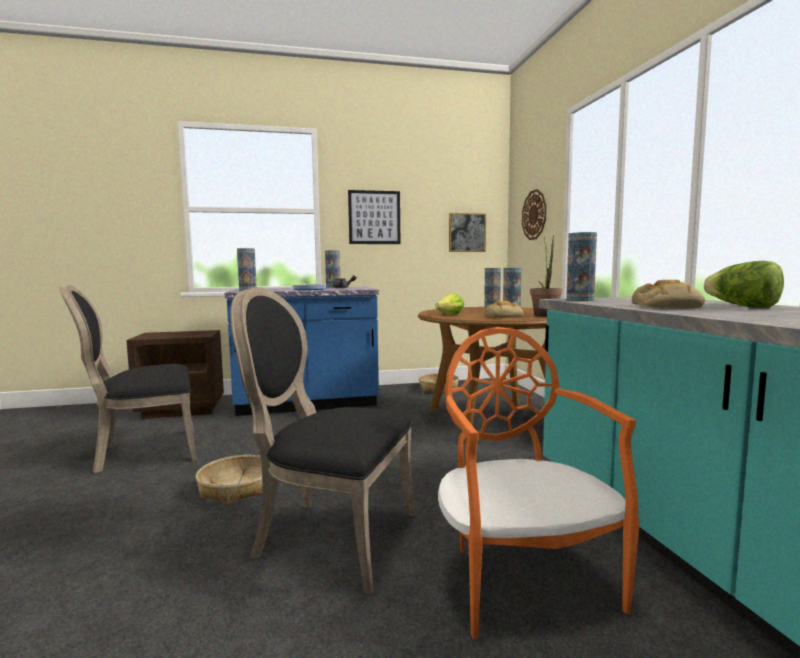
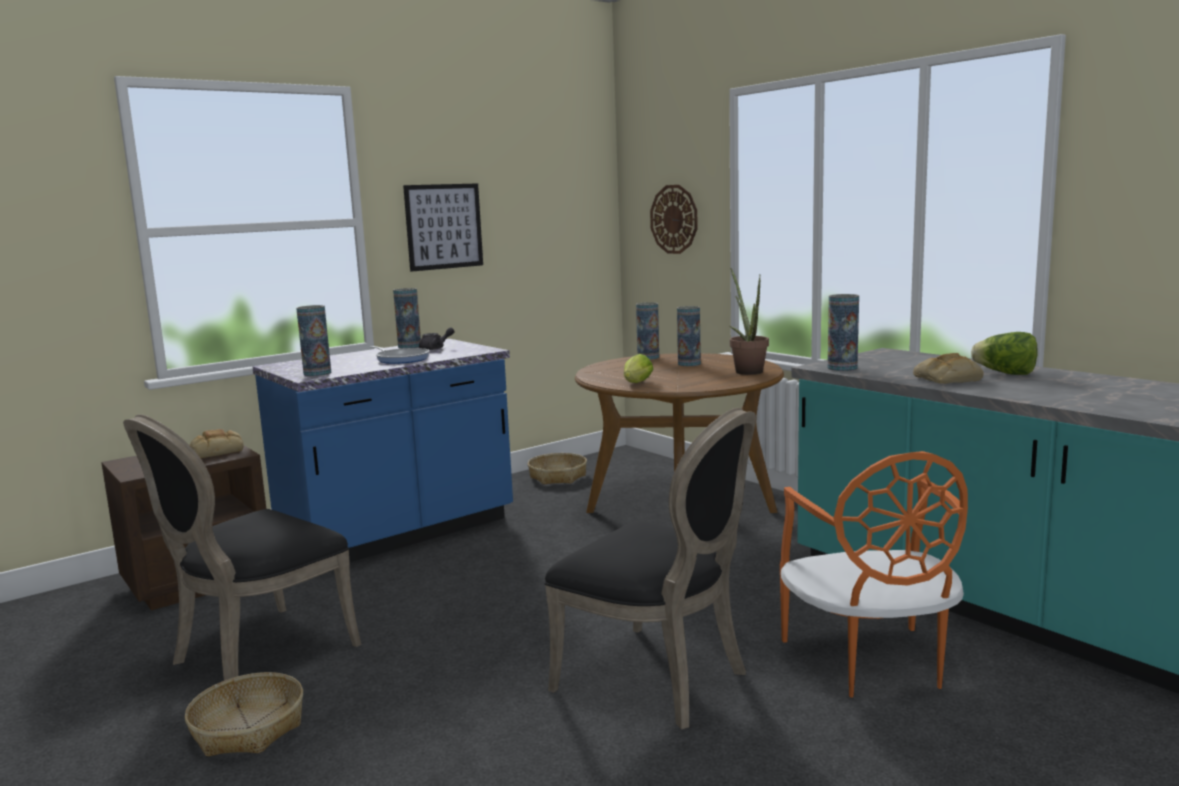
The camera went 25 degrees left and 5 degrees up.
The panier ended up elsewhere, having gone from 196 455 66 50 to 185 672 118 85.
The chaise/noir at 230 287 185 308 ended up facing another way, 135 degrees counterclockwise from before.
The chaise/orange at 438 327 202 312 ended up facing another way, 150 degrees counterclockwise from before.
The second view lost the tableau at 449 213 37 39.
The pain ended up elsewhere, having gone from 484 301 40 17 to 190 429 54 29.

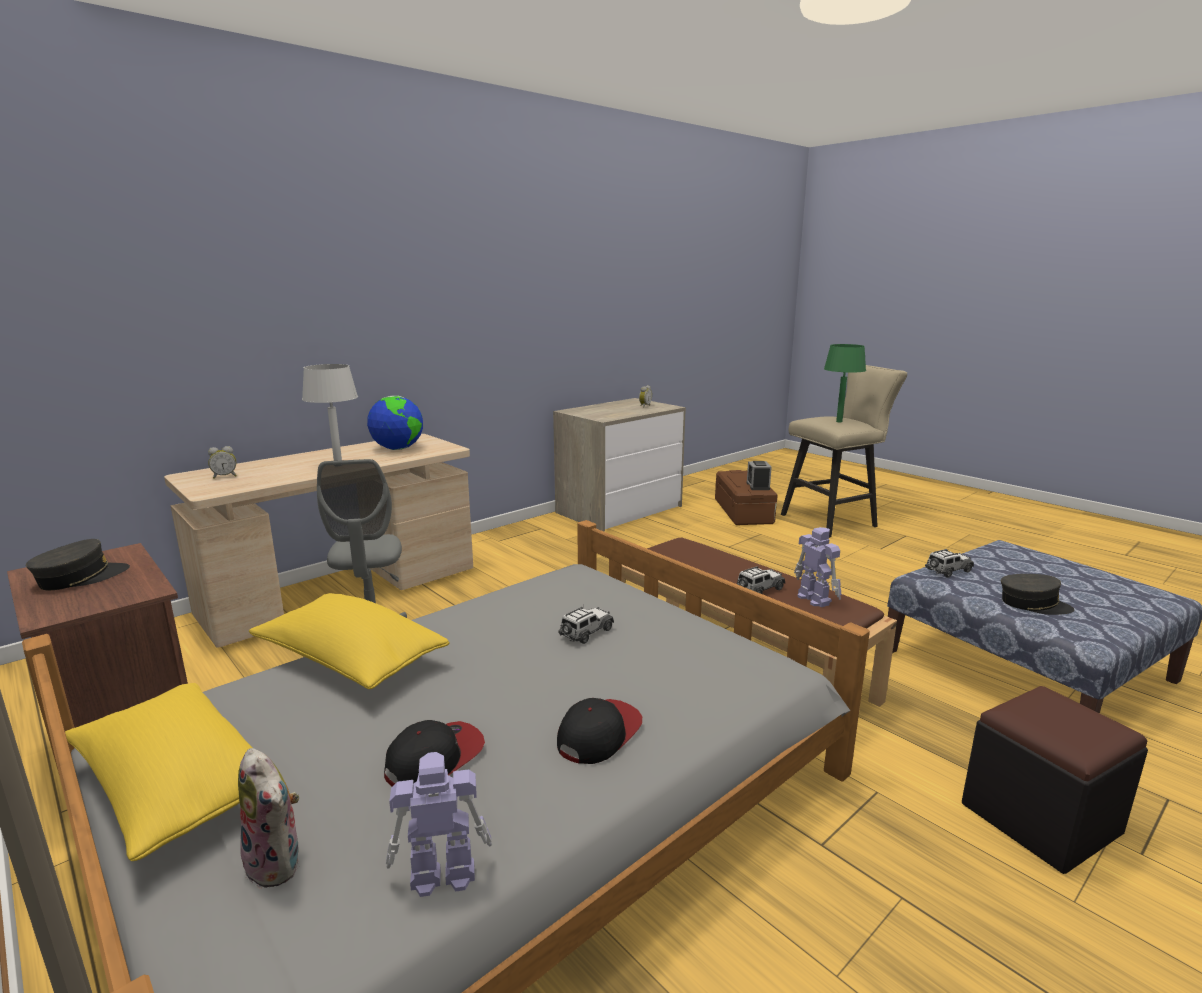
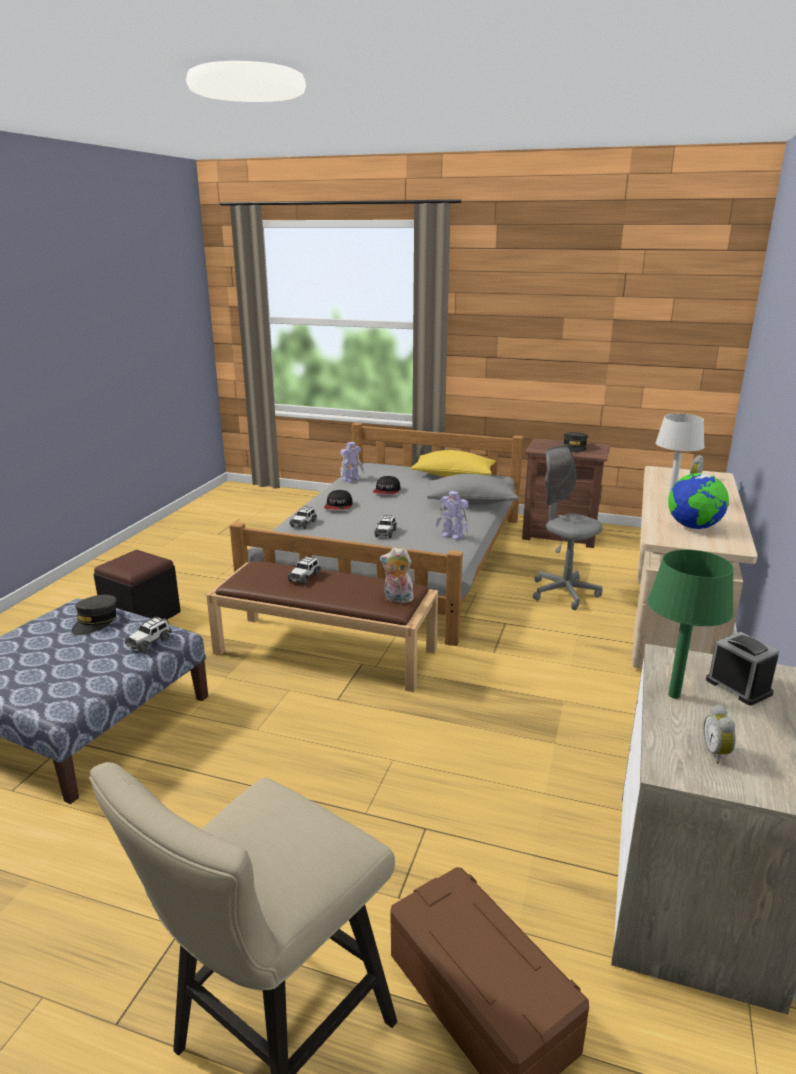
The camera went 150 degrees right and 5 degrees up.
The peluche ended up elsewhere, having gone from 238 748 61 141 to 380 547 34 56.
What was the coussin/jaune at 249 593 201 96 turned into the coussin/gris at 427 474 91 31.
The réveil ended up elsewhere, having gone from 746 461 26 29 to 706 632 73 73.
The robot jouet ended up elsewhere, having gone from 794 527 47 80 to 435 491 34 49.
The lampe de table/vert ended up elsewhere, having gone from 824 344 42 79 to 648 549 86 150.
The casquette/gris at 1001 574 74 41 ended up facing another way, 60 degrees counterclockwise from before.
The second view gained the petite voiture at 290 506 27 23.

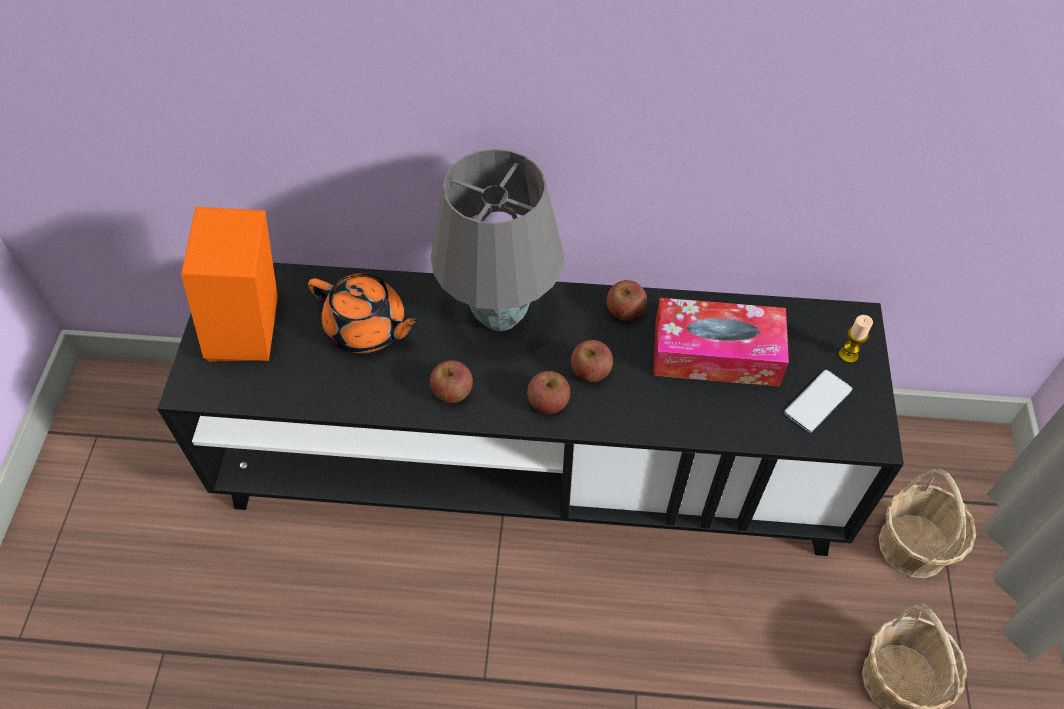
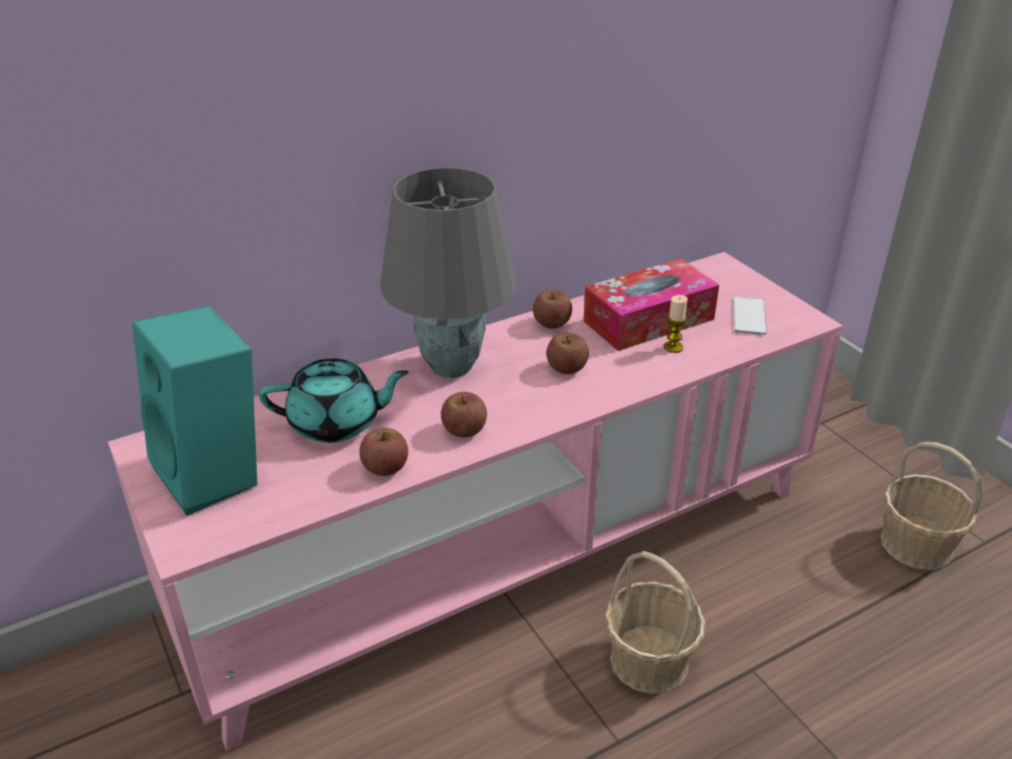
The camera went 35 degrees left and 20 degrees down.
What was the meuble télé/noir at 157 263 747 293 turned into the meuble télé/rose at 108 252 735 499.
What was the enceinte/orange at 181 207 97 155 turned into the enceinte/turquoise at 132 306 125 210.
What was the théière/orange at 308 273 113 80 turned into the théière/turquoise at 259 358 150 85.
The pomme ended up elsewhere, having gone from 527 371 43 43 to 360 428 48 48.
The bougie ended up elsewhere, having gone from 839 315 34 48 to 664 295 23 58.
The panier ended up elsewhere, having gone from 879 468 97 110 to 604 551 102 143.

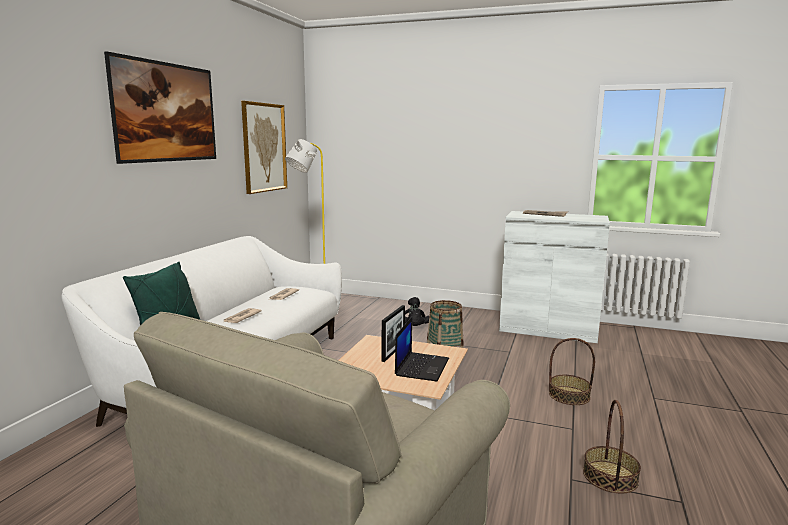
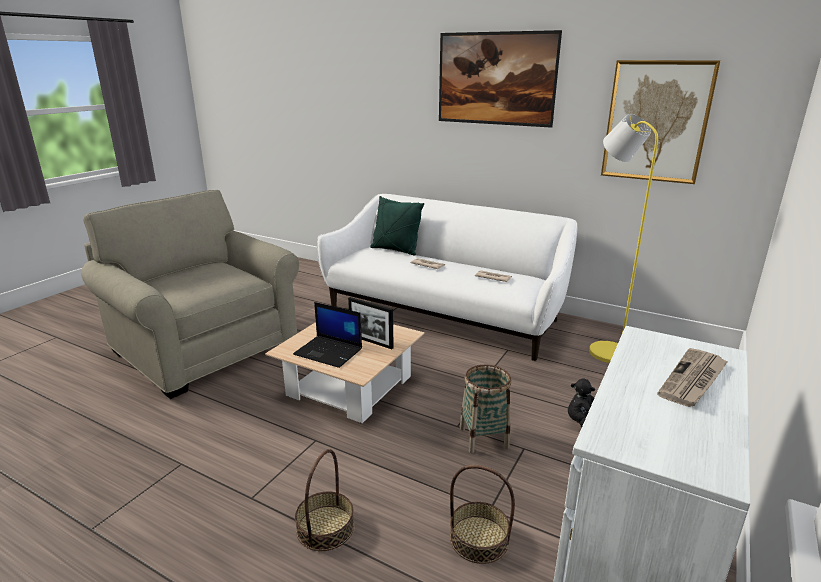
The camera went 100 degrees right and 10 degrees up.
The panier ended up elsewhere, having gone from 583 400 58 94 to 450 465 65 99.

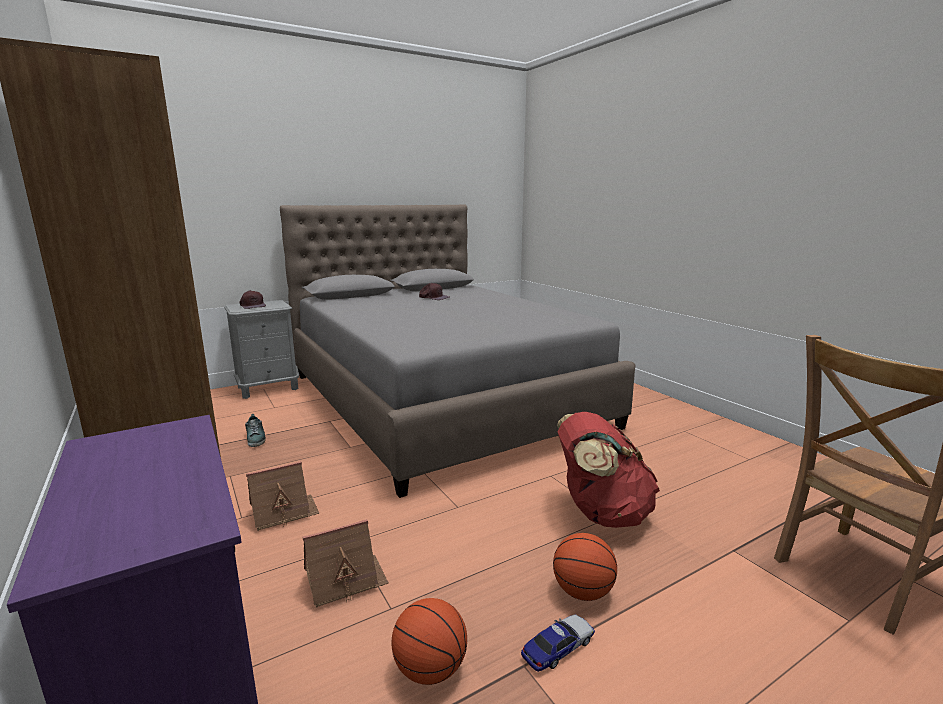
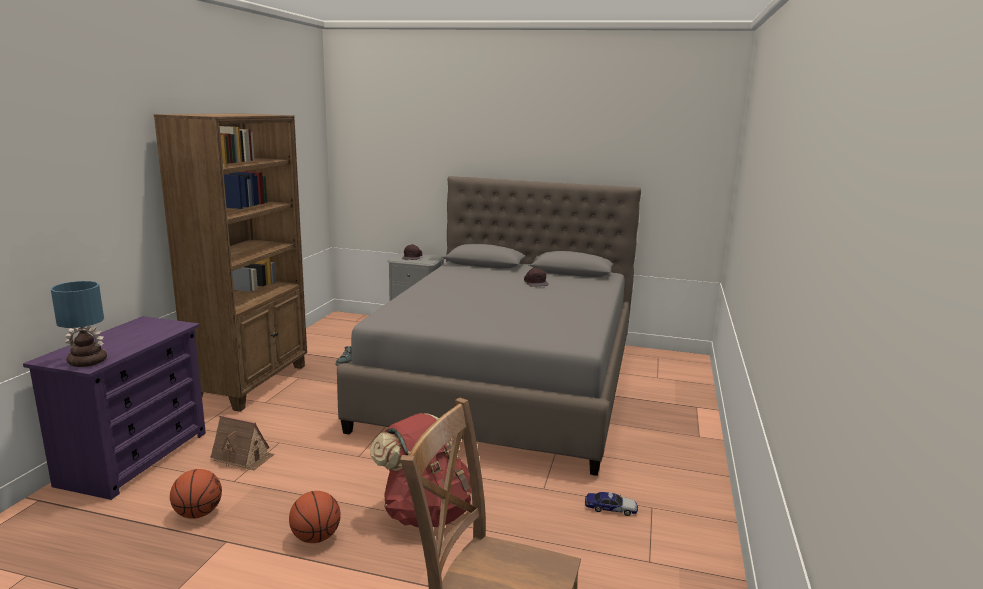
The camera went 45 degrees right and 0 degrees up.
The second view lost the maison miniature at 246 461 73 70.
The petite voiture ended up elsewhere, having gone from 521 615 74 57 to 585 492 53 24.
The second view gained the lampe de table at 50 281 57 86.

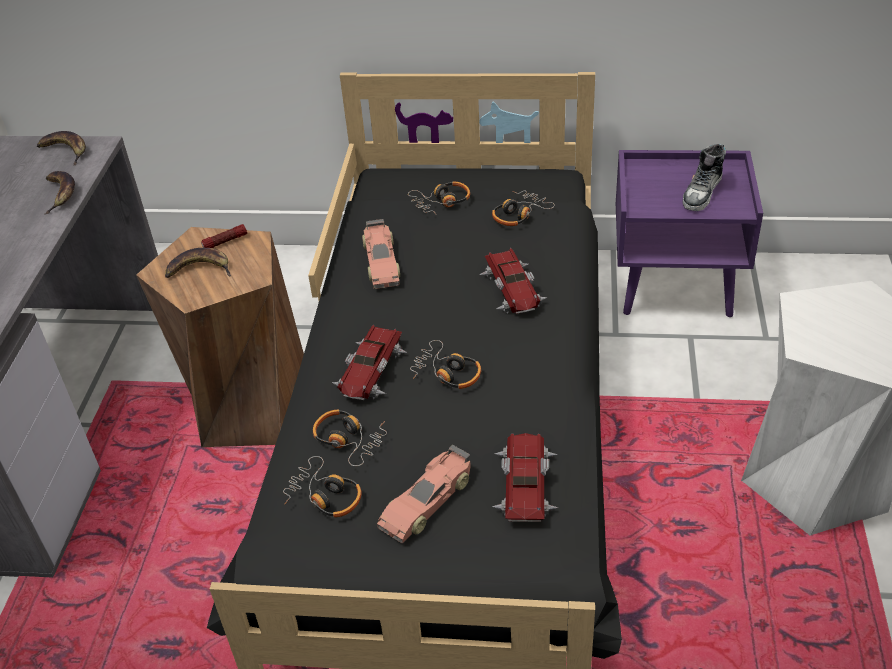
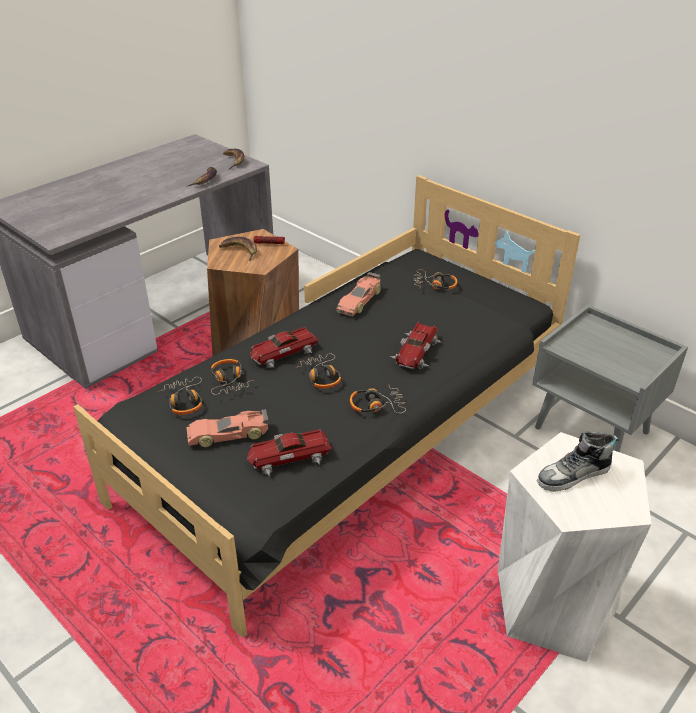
The camera went 35 degrees right and 5 degrees down.
The casque audio ended up elsewhere, having gone from 492 190 63 36 to 350 385 56 28.
The petite voiture at 492 433 66 89 ended up facing another way, 150 degrees counterclockwise from before.
What was the table de chevet/violet at 616 150 147 167 turned into the table de chevet/gris at 532 305 156 147.
The chaussure ended up elsewhere, having gone from 682 144 44 67 to 536 432 83 60.

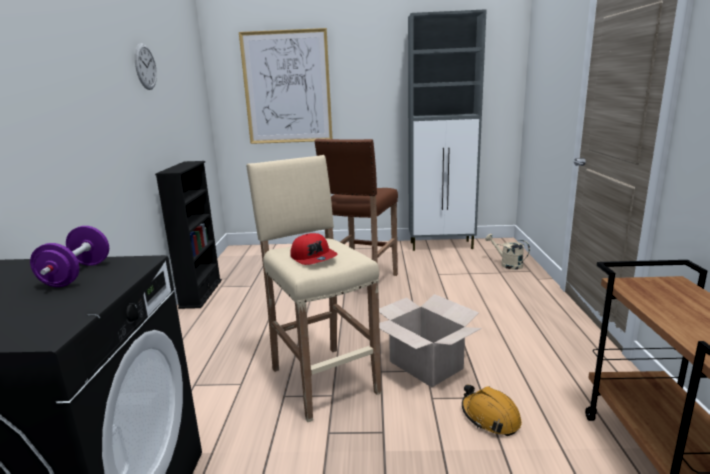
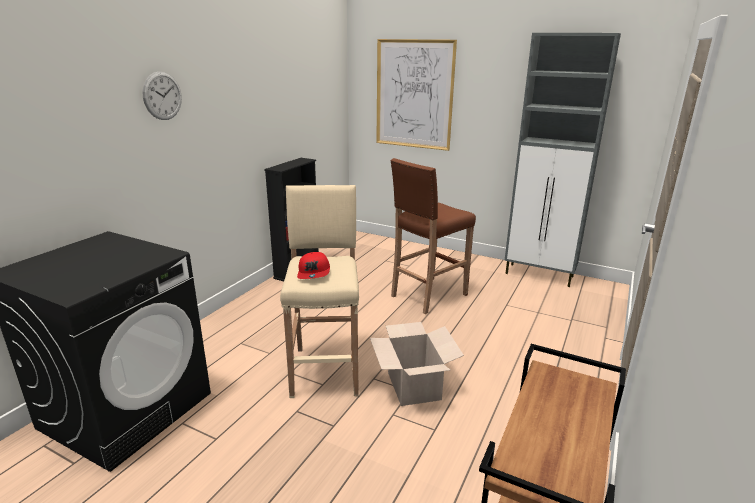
The camera went 25 degrees right and 5 degrees up.
The second view lost the haltère/violet at 30 226 79 61.
The horloge murale ended up elsewhere, having gone from 135 43 22 47 to 143 72 39 48.
The second view lost the casque de chantier/orange at 462 385 60 51.
The second view lost the arrosoir/beige at 485 234 45 36.

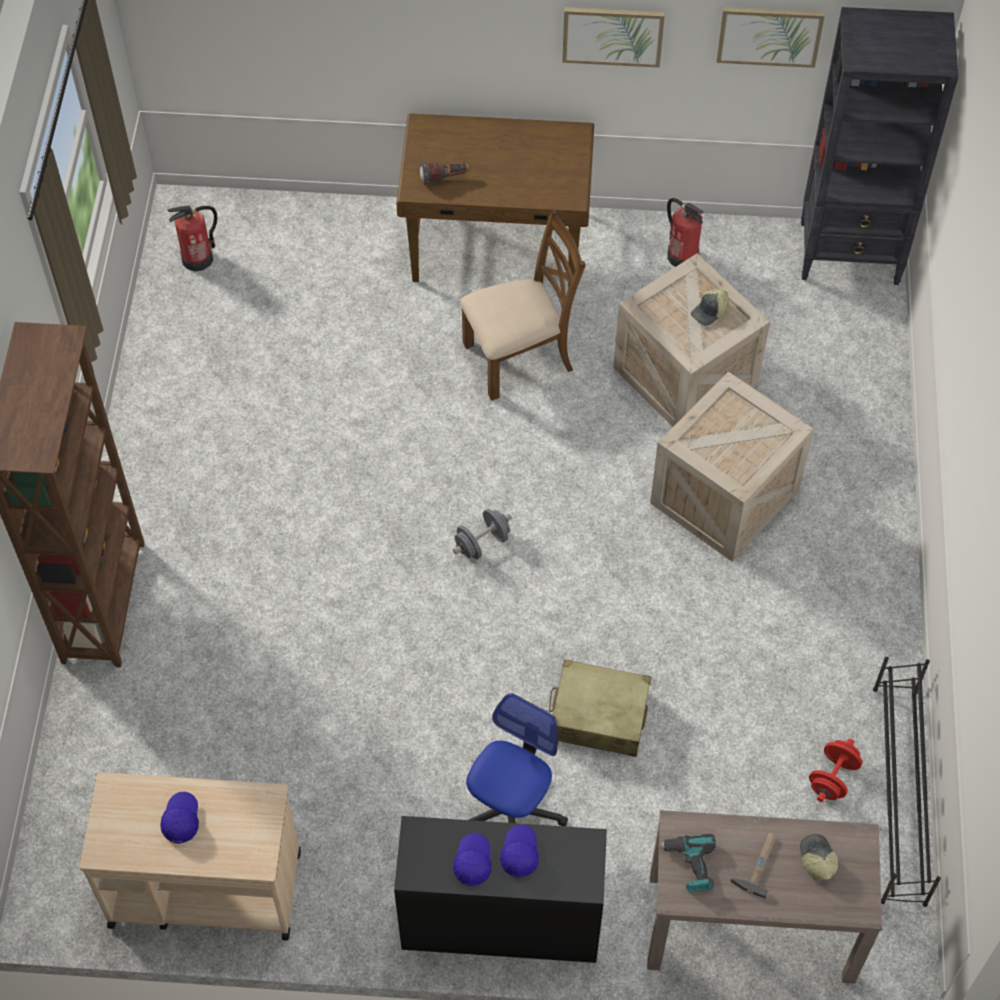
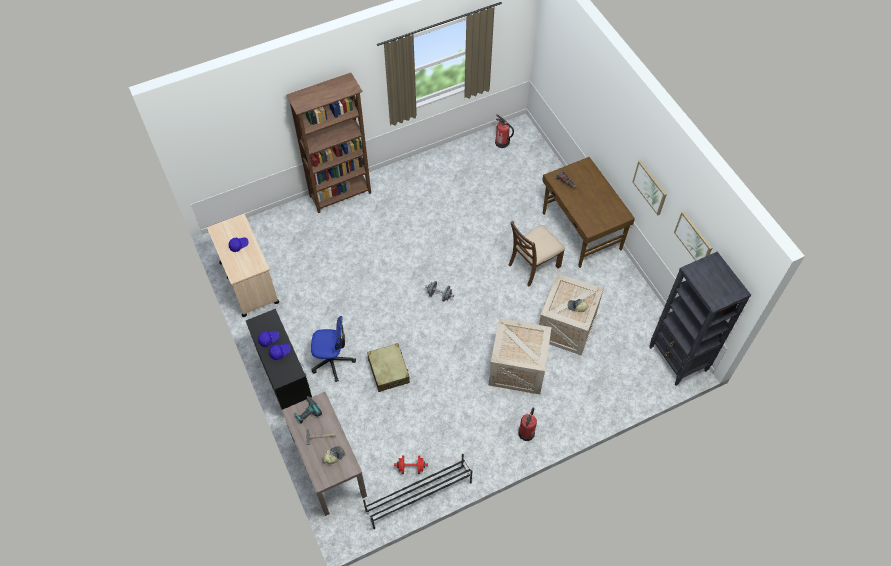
The camera went 60 degrees right and 0 degrees up.
The chaise/marron at 460 210 126 191 ended up facing another way, 105 degrees clockwise from before.
The extincteur ended up elsewhere, having gone from 667 198 37 69 to 518 408 19 33.

